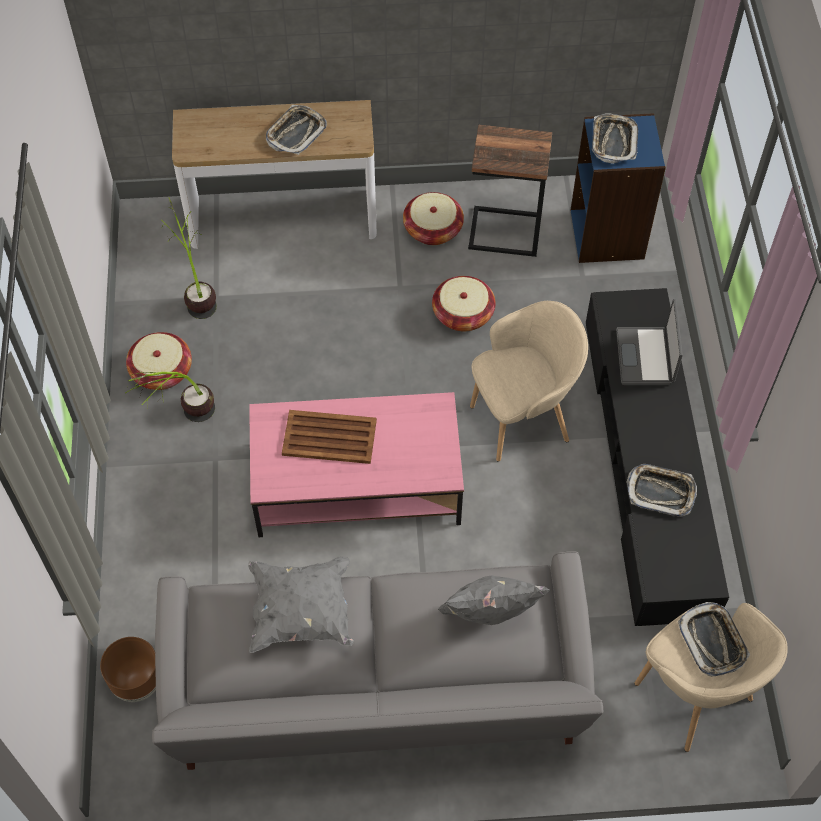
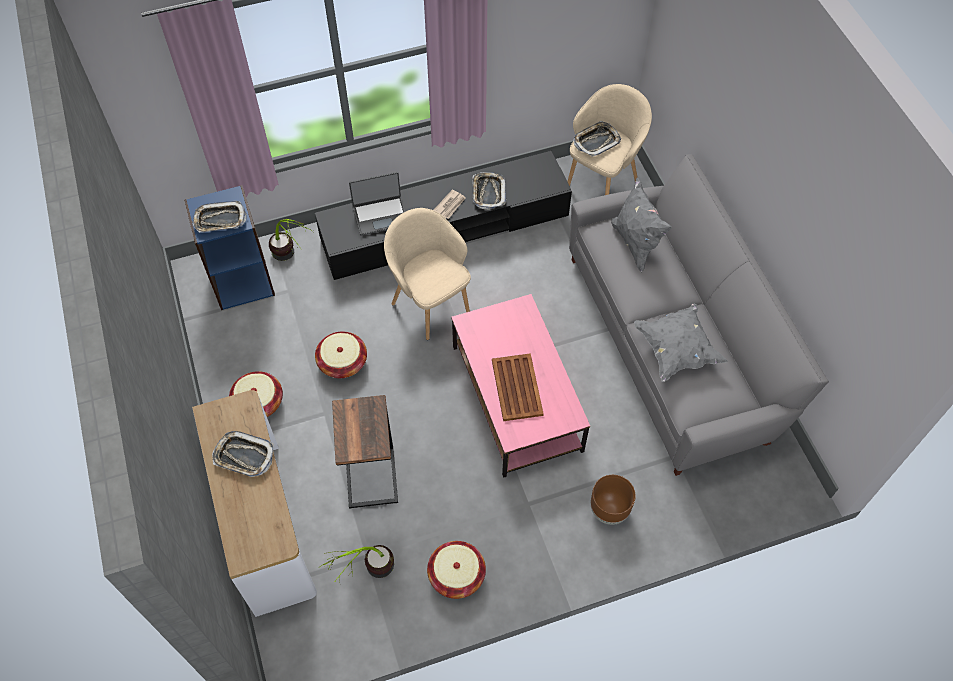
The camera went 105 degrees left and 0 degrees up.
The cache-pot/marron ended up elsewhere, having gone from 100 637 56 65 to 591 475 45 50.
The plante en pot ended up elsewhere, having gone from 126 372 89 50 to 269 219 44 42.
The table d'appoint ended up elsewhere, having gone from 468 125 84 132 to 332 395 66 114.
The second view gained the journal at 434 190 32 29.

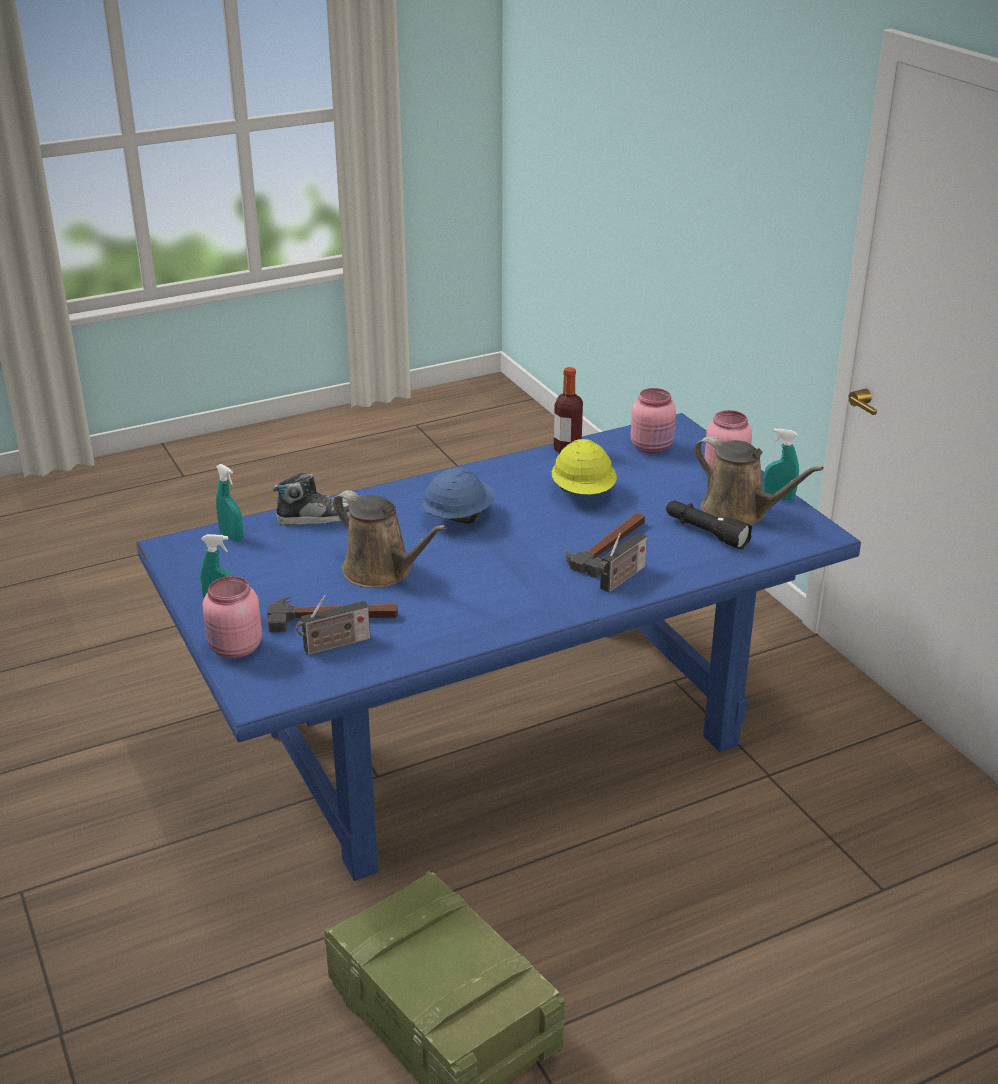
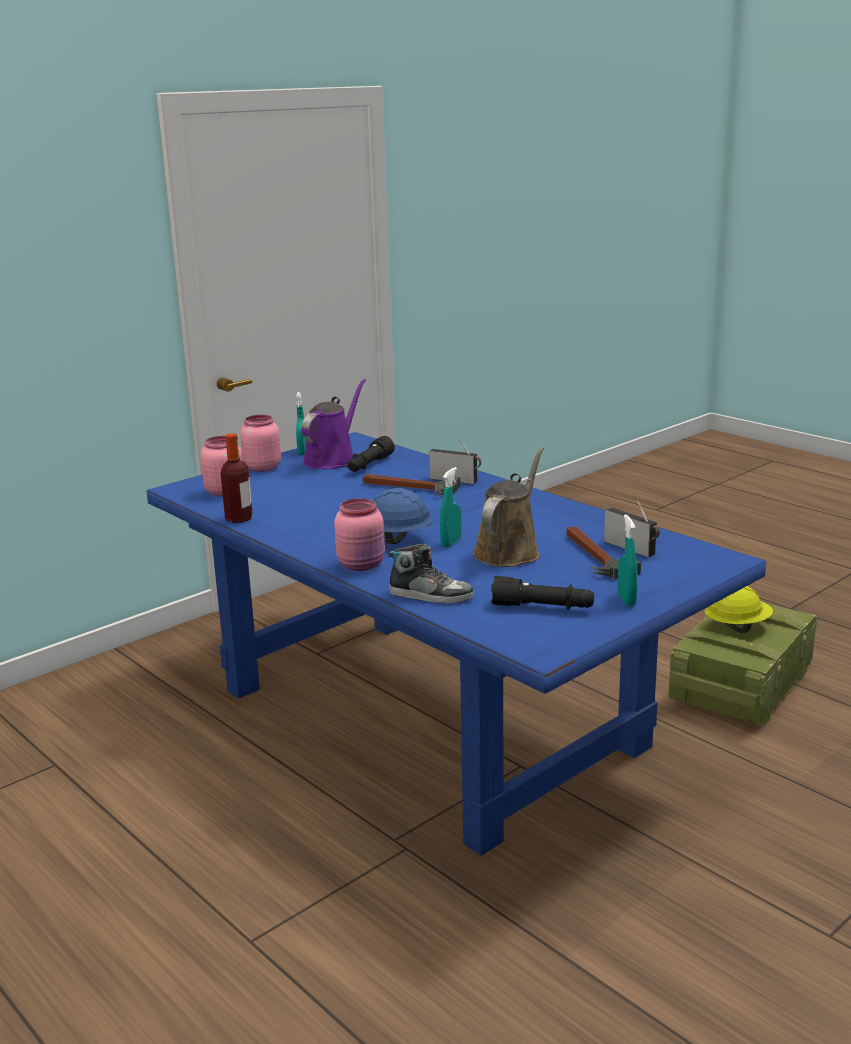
The camera went 105 degrees left and 10 degrees down.
The bocal/rose ended up elsewhere, having gone from 203 576 59 82 to 334 498 51 73.
The vaporisateur/turquoise ended up elsewhere, having gone from 216 464 27 77 to 440 467 22 80.
The chaussure at 273 472 77 53 ended up facing another way, 135 degrees clockwise from before.
The casque de chantier/jaune ended up elsewhere, having gone from 552 439 65 55 to 705 586 68 47.
What was the arrosoir/marron at 694 436 130 89 turned into the arrosoir/violet at 302 378 64 91.
The second view gained the lampe de poche/noir at 491 576 103 34.

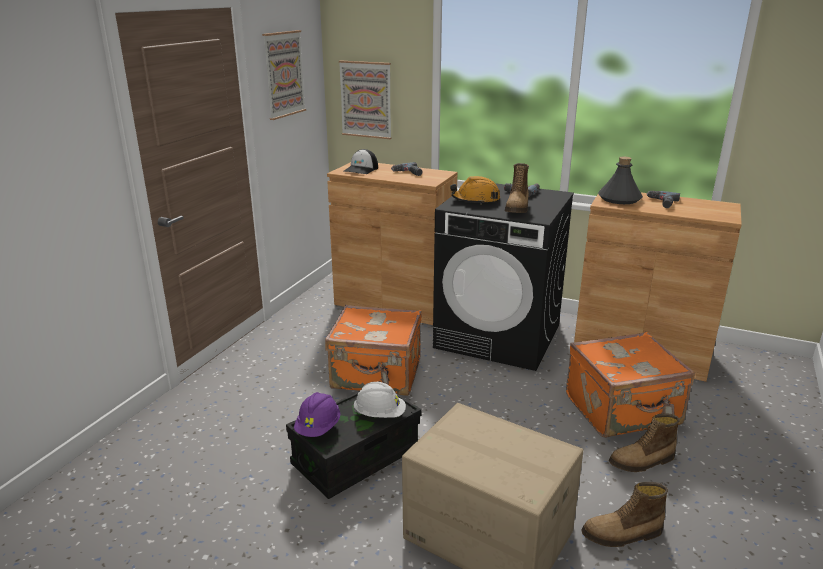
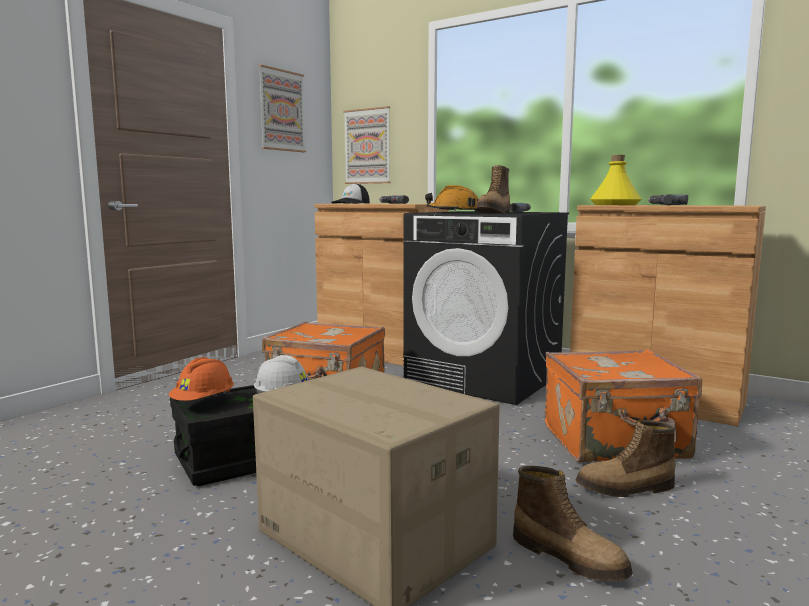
The camera went 10 degrees right and 15 degrees down.
What was the casque de chantier/violet at 294 392 46 45 turned into the casque de chantier/orange at 169 357 65 44.
The botte at 581 482 87 65 ended up facing another way, 135 degrees counterclockwise from before.
What was the bouteille/gris at 598 157 45 47 turned into the bouteille/jaune at 590 155 52 50.

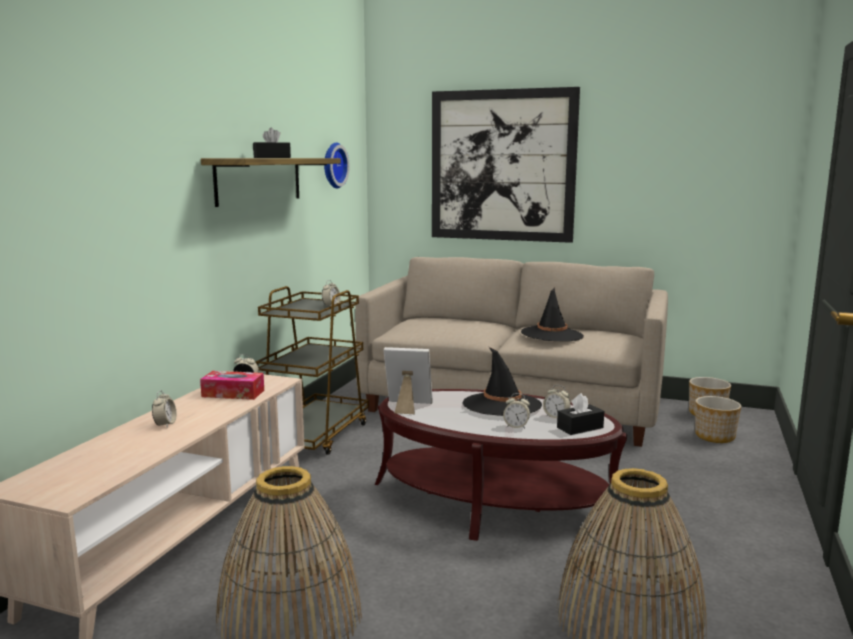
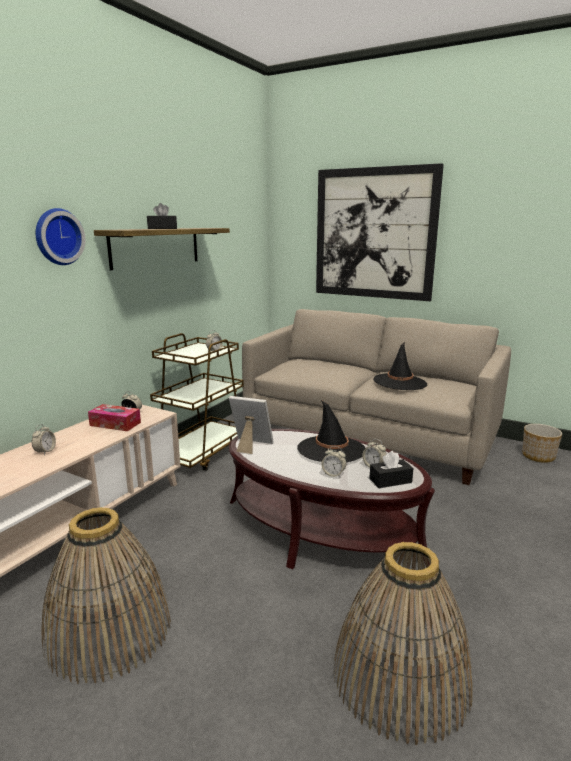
The camera went 10 degrees right and 5 degrees up.
The horloge murale ended up elsewhere, having gone from 324 143 26 46 to 36 208 49 57.
The second view lost the cache-pot at 695 396 46 47.

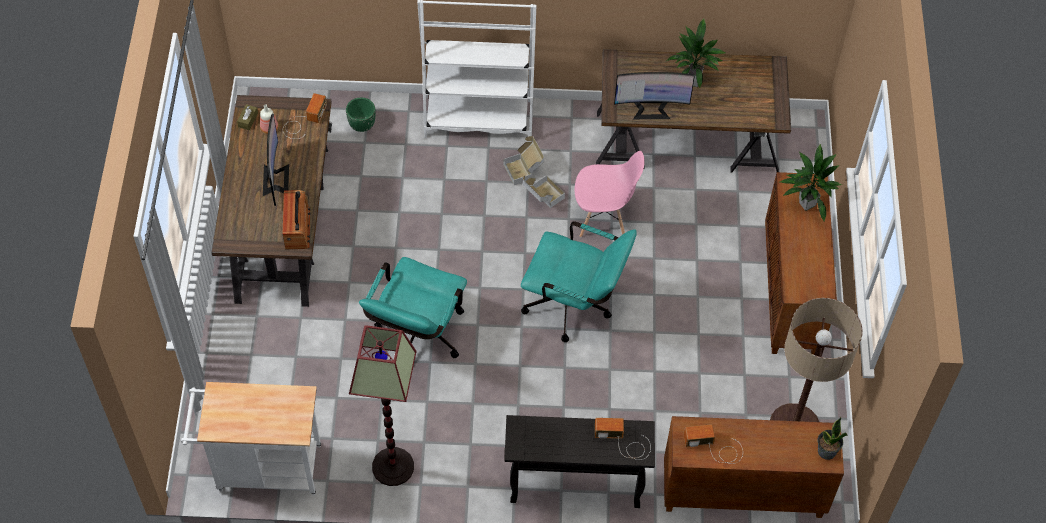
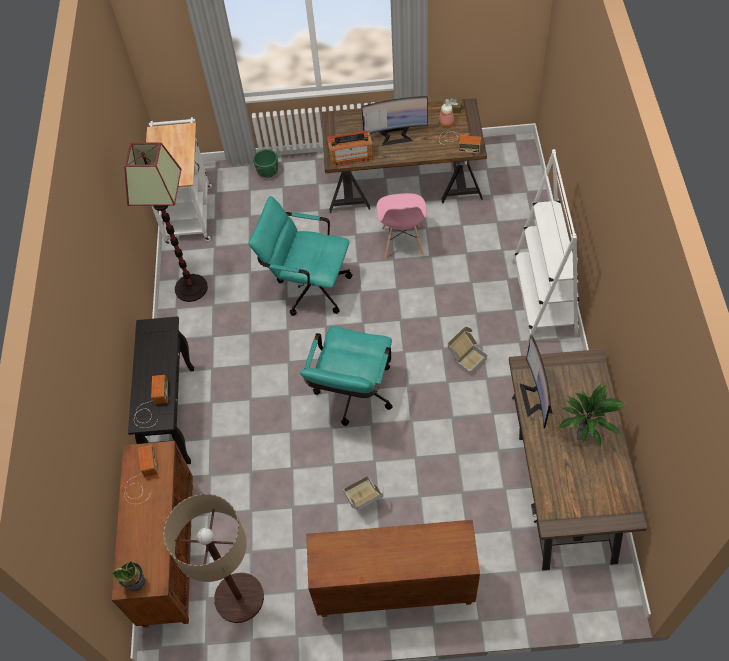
The camera went 90 degrees right and 0 degrees up.
The cache-pot/vert ended up elsewhere, having gone from 346 98 30 34 to 253 149 25 29.
The carton ended up elsewhere, having gone from 503 136 41 49 to 343 476 40 34.
The chaise/rose ended up elsewhere, having gone from 575 151 70 86 to 376 193 51 66.
The second view lost the plante en pot at 780 144 62 77.

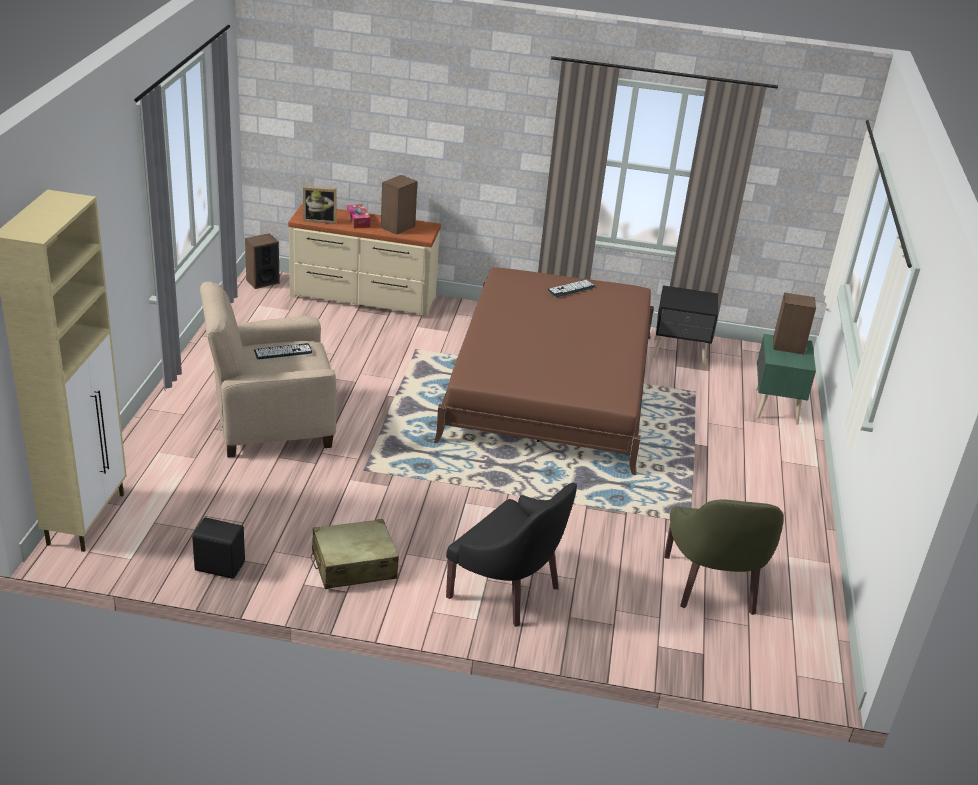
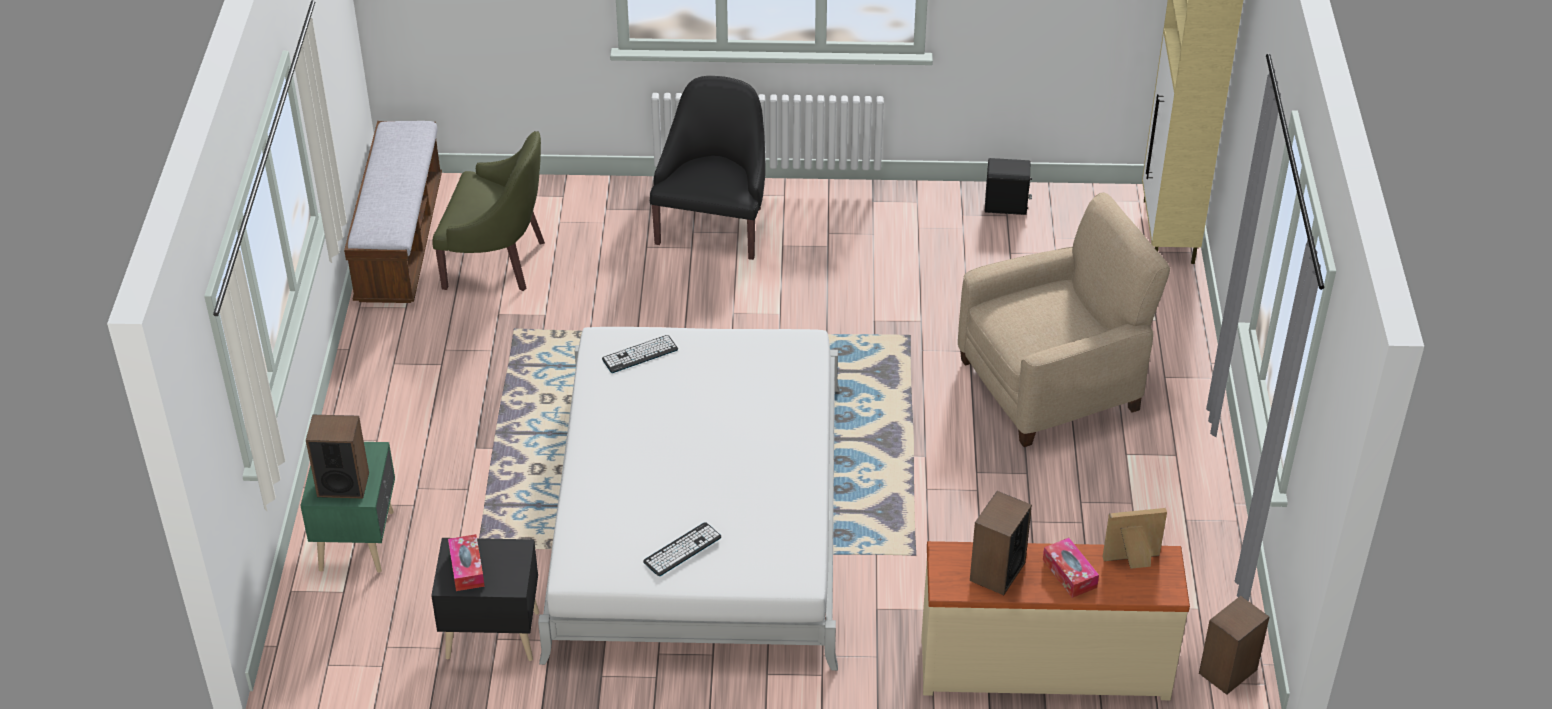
The camera went 175 degrees right and 10 degrees up.
The clavier ended up elsewhere, having gone from 254 343 58 17 to 602 335 76 38.
The second view lost the valise/beige at 311 519 88 70.
What was the lit/marron at 433 267 221 208 turned into the lit/blanc at 538 327 302 344.
The fauteuil/noir at 446 482 131 145 ended up facing another way, 75 degrees clockwise from before.
The fauteuil/vert at 664 500 120 115 ended up facing another way, 105 degrees clockwise from before.
The second view gained the banc at 344 121 98 182.
The second view gained the boîte à mouchoirs at 448 534 37 57.

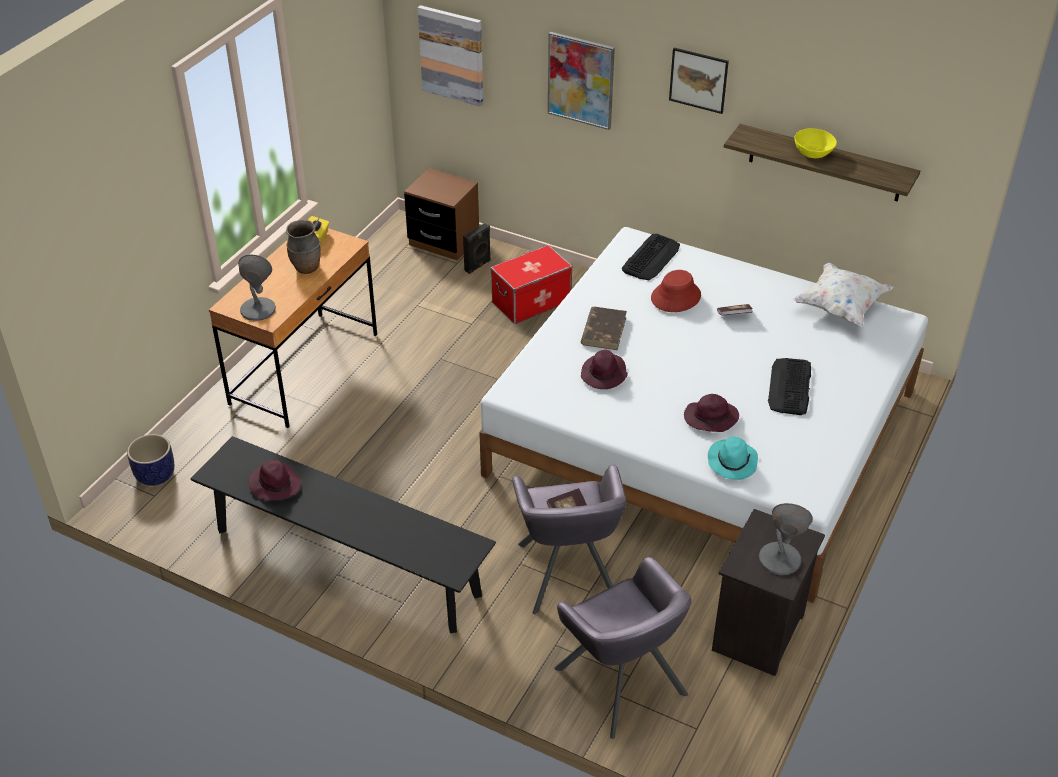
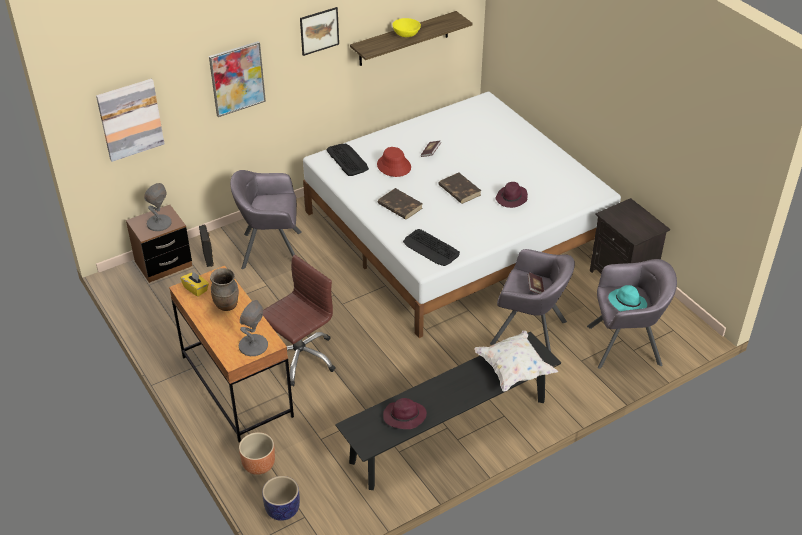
The camera went 60 degrees left and 0 degrees up.
Where the boîte de rangement stood at 491 245 81 79, the fauteuil/gris came to stand at 230 170 72 99.
The second view lost the chapeau/violet at 581 350 47 39.
The chapeau/turquoise ended up elsewhere, having gone from 708 436 50 44 to 608 285 39 27.
The lampe de table/gris ended up elsewhere, having gone from 759 503 54 72 to 144 183 28 48.
The clavier ended up elsewhere, having gone from 768 358 43 57 to 403 229 57 37.
The coussin/blanc ended up elsewhere, having gone from 793 263 100 64 to 474 331 84 61.
The second view gained the cache-pot/marron at 239 432 36 43.
The second view gained the chaise de bureau/marron at 263 255 73 132.
The second view gained the livre/marron at 438 173 43 31.

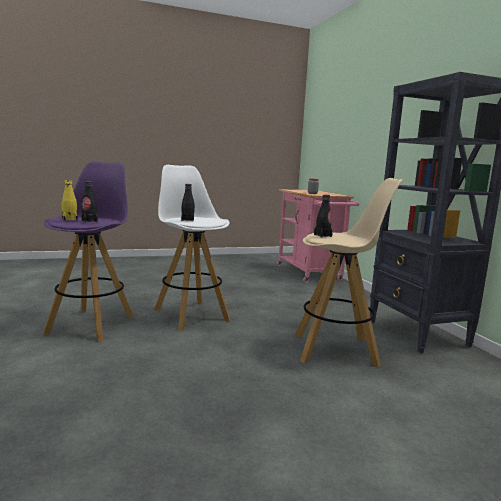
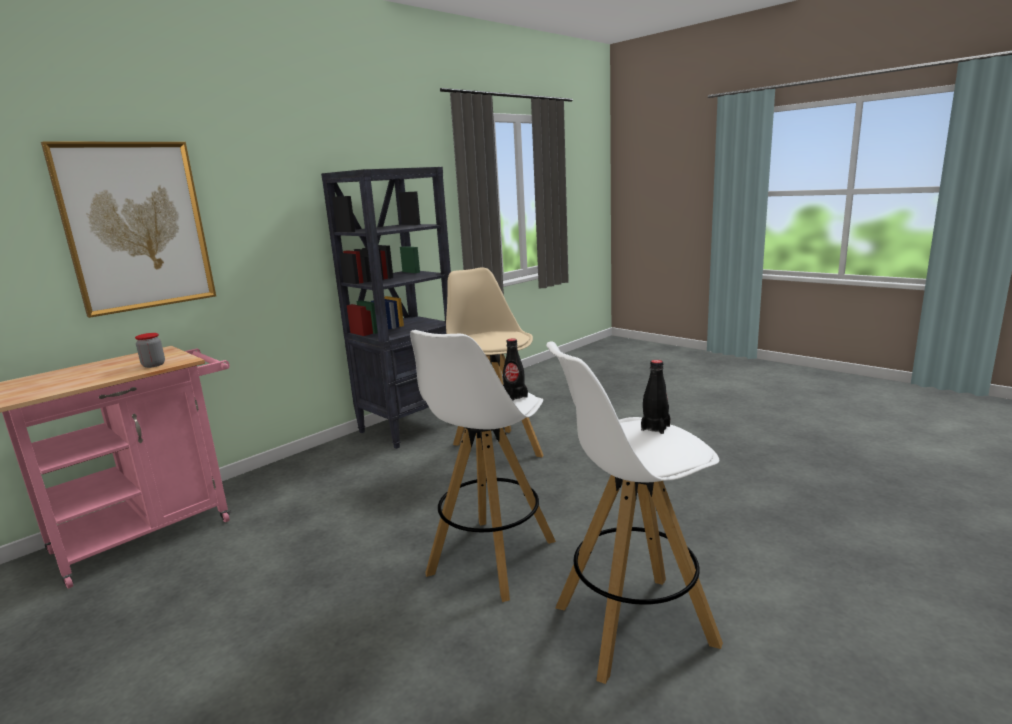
The camera went 115 degrees left and 5 degrees up.
What was the tabouret/violet at 43 161 90 181 turned into the tabouret/blanc at 546 342 177 342.
The second view lost the bouteille/jaune at 62 180 15 41.
The second view lost the bouteille/noir at 314 195 19 42.
The second view gained the tableau at 41 141 175 177.

